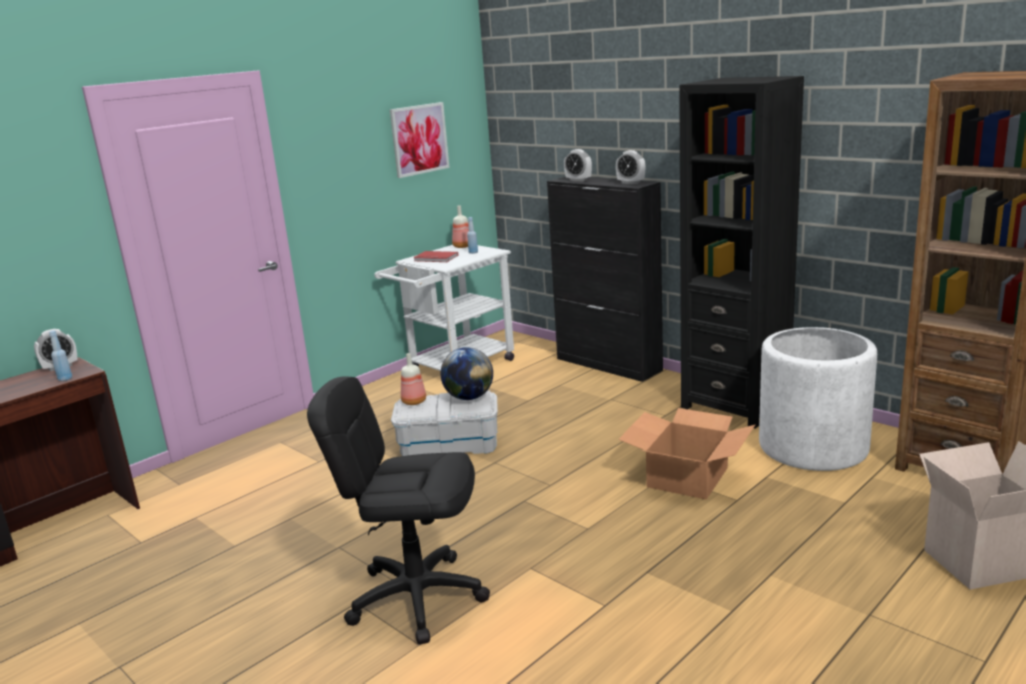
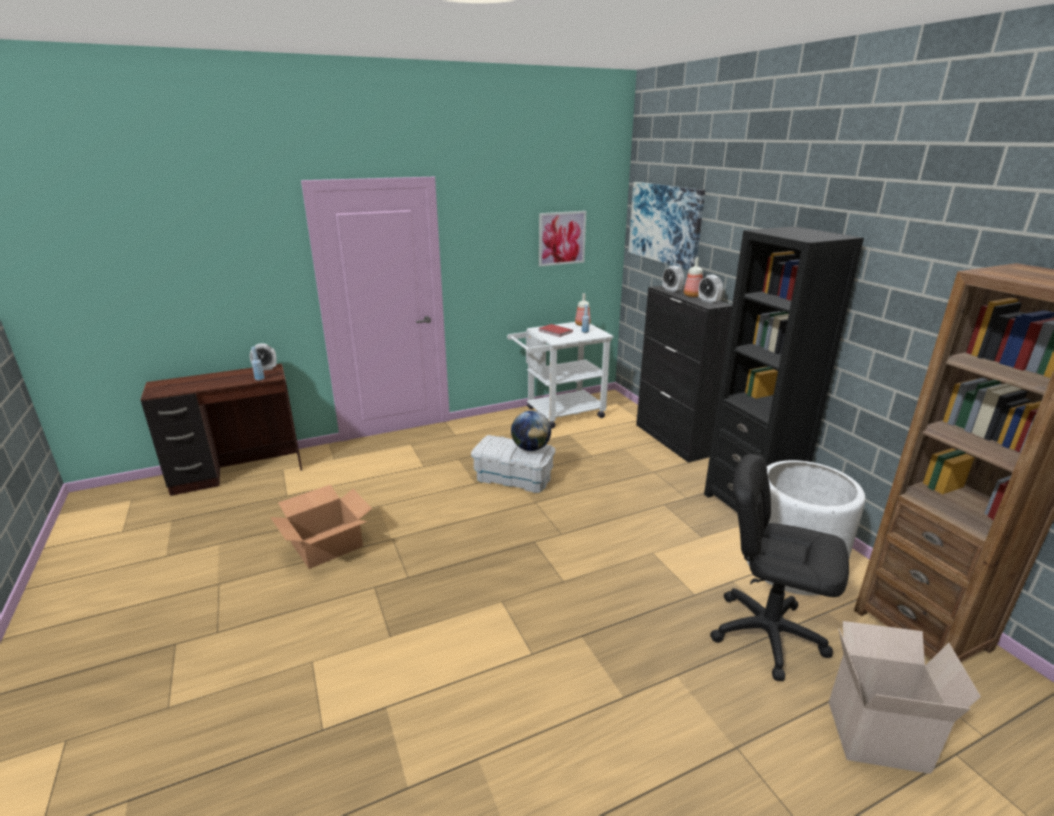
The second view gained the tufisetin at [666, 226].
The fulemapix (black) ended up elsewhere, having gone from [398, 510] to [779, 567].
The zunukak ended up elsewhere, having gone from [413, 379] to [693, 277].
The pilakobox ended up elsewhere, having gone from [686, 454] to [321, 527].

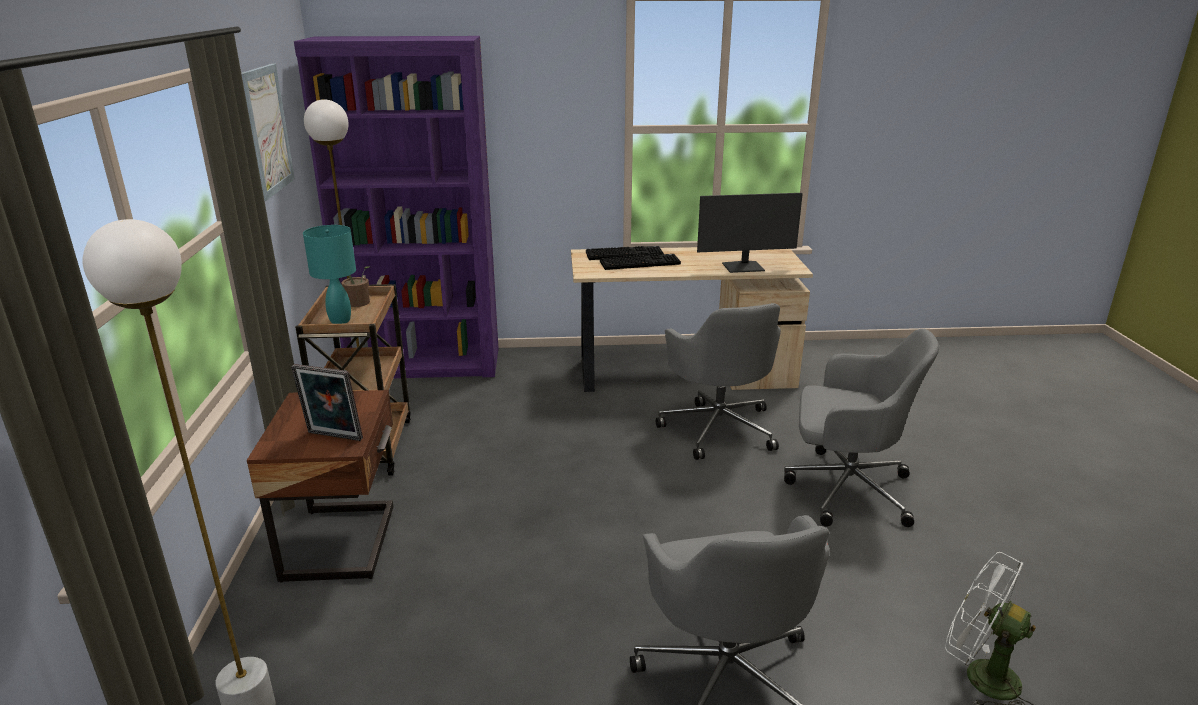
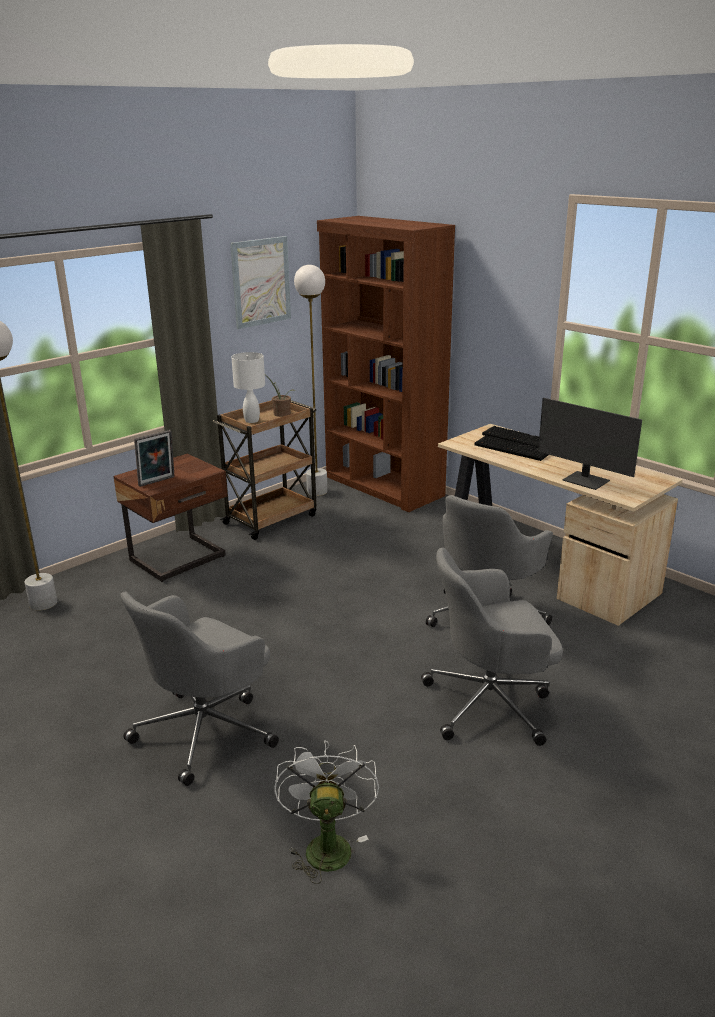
What was the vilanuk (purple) at [396, 207] turned into the vilanuk (brown) at [386, 364].
What was the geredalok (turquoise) at [329, 274] turned into the geredalok (white) at [248, 387].
The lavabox at [327, 402] ended up facing another way, 105 degrees counterclockwise from before.
The fulemapix (grey) at [861, 428] ended up facing another way, 105 degrees clockwise from before.

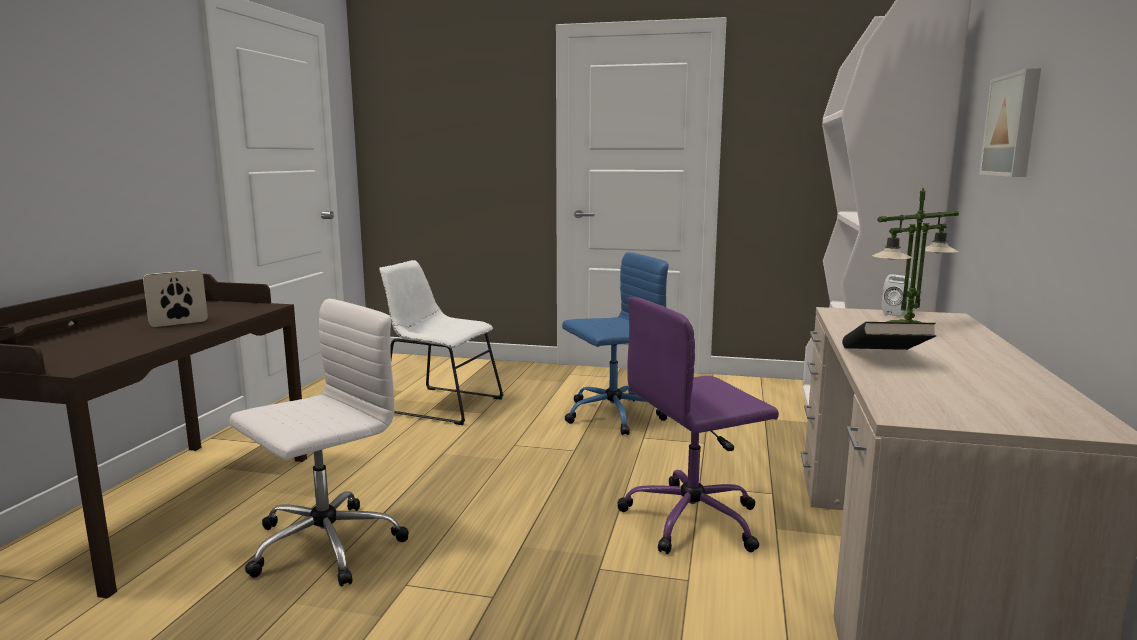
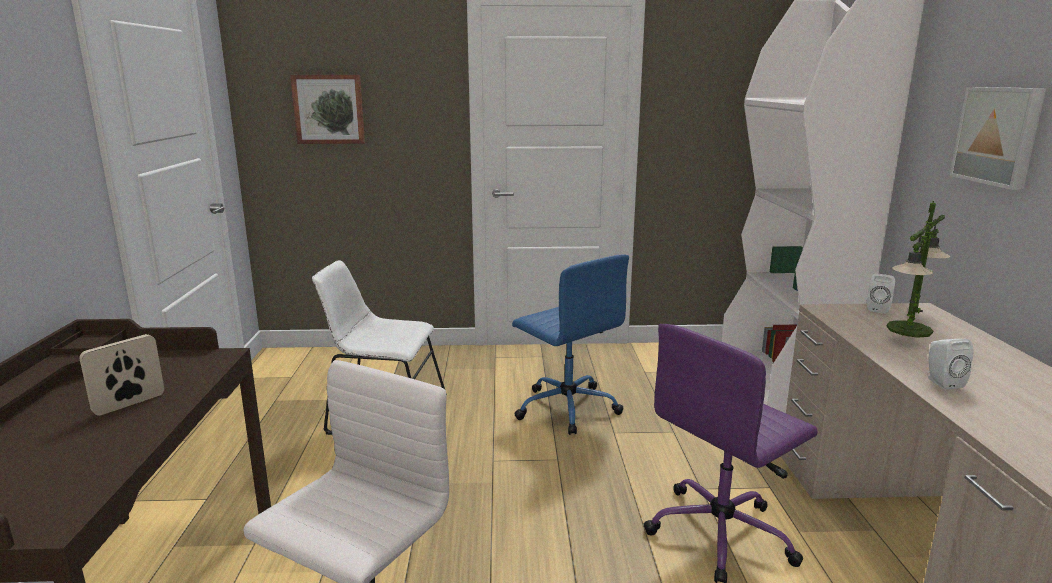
The second view gained the tufisetin at [327, 109].
Where the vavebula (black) stood at [889, 336], the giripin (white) came to stand at [950, 364].
The fulemapix (blue) at [615, 343] ended up facing another way, 90 degrees clockwise from before.

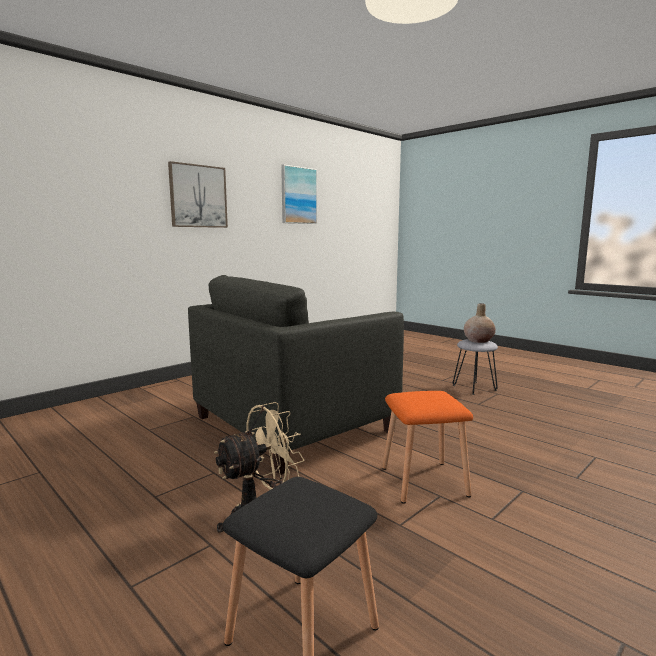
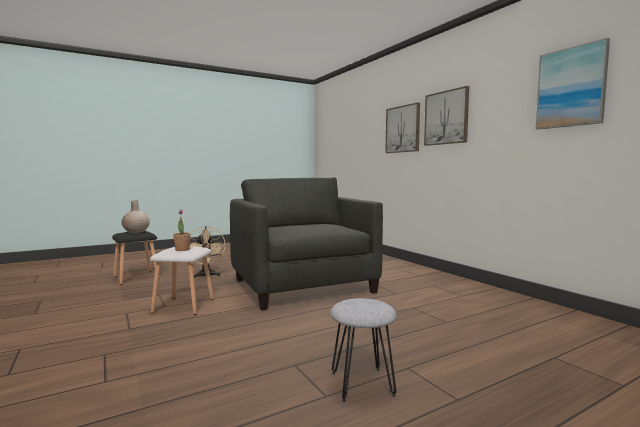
The second view gained the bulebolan at [182, 230].
The second view gained the tufisetin at [402, 127].
The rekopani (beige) ended up elsewhere, having gone from [480, 323] to [136, 217].
What was the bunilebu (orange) at [427, 447] turned into the bunilebu (white) at [182, 281].

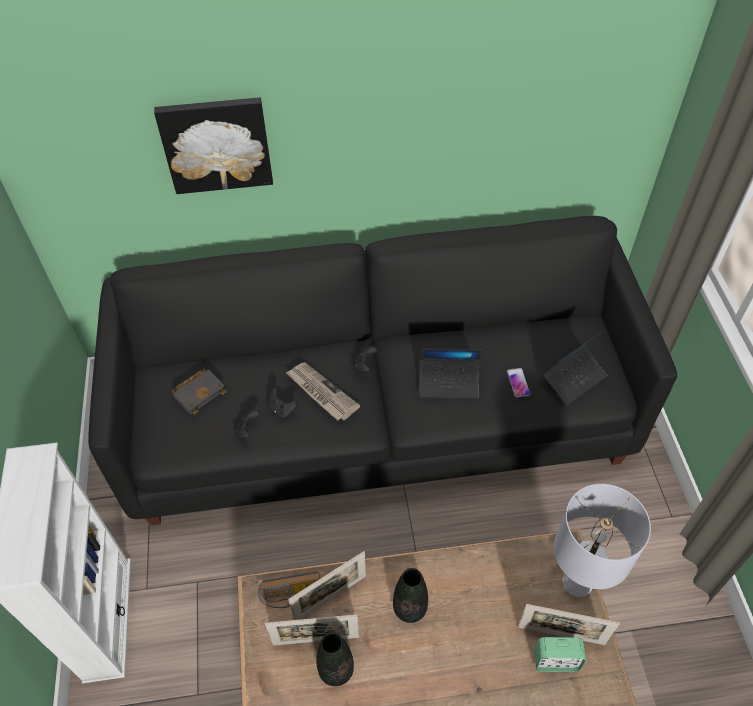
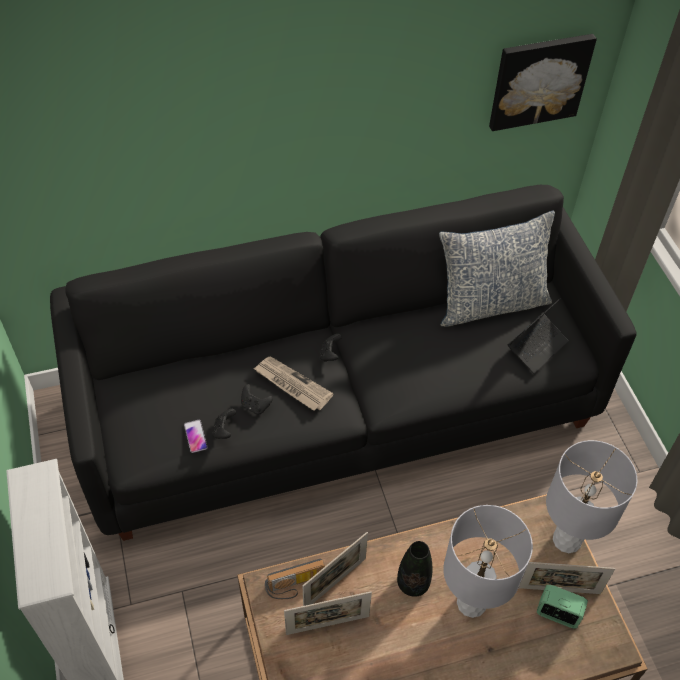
The second view lost the vavebula (black) at [199, 392].
The second view lost the rekopani (black) at [335, 659].
The second view lost the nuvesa at [450, 373].
The second view gained the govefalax at [497, 268].
The second view gained the geredalok (grey) at [488, 561].
The tufisetin ended up elsewhere, having gone from [213, 145] to [543, 82].
The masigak ended up elsewhere, having gone from [519, 382] to [196, 436].
The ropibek at [560, 654] ended up facing another way, 150 degrees counterclockwise from before.

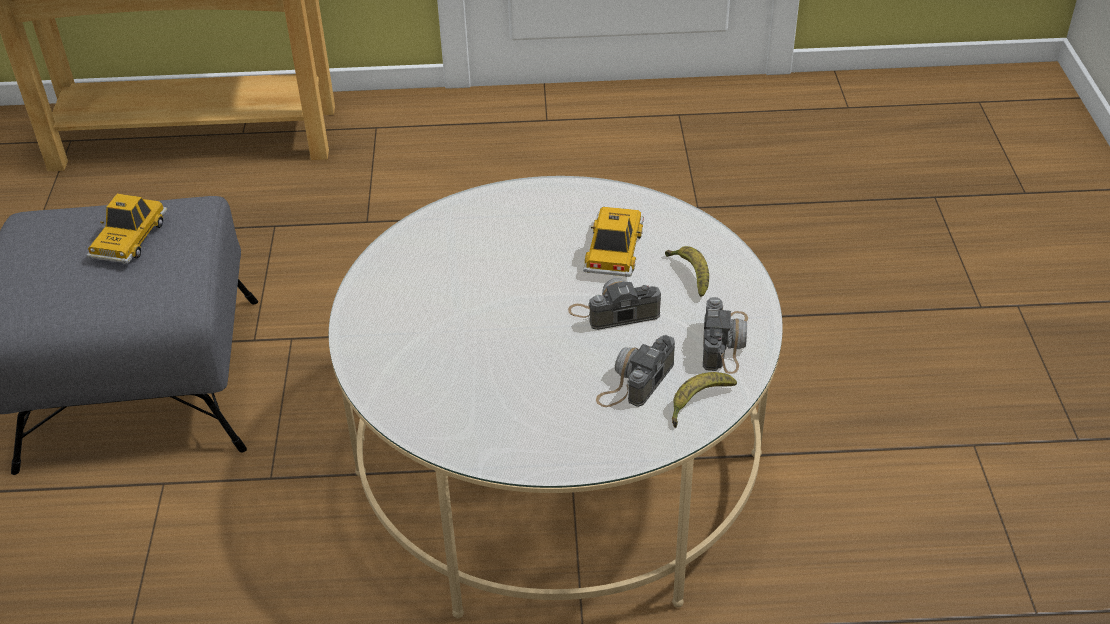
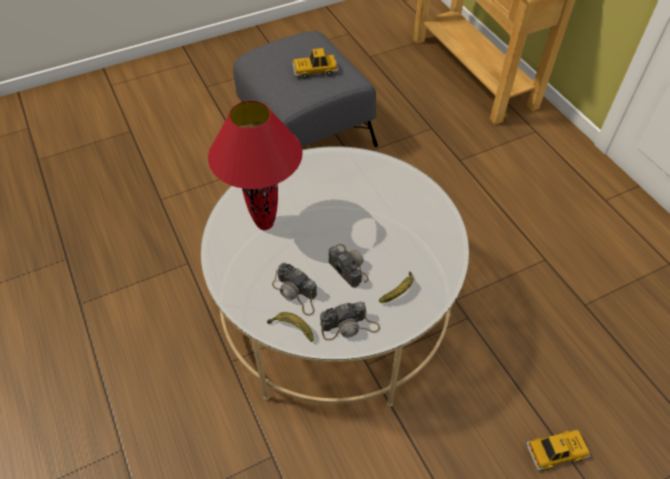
The second view gained the geredalok (red) at [255, 165].
The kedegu ended up elsewhere, having gone from [613, 242] to [558, 450].
The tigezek at [635, 371] ended up facing another way, 150 degrees counterclockwise from before.

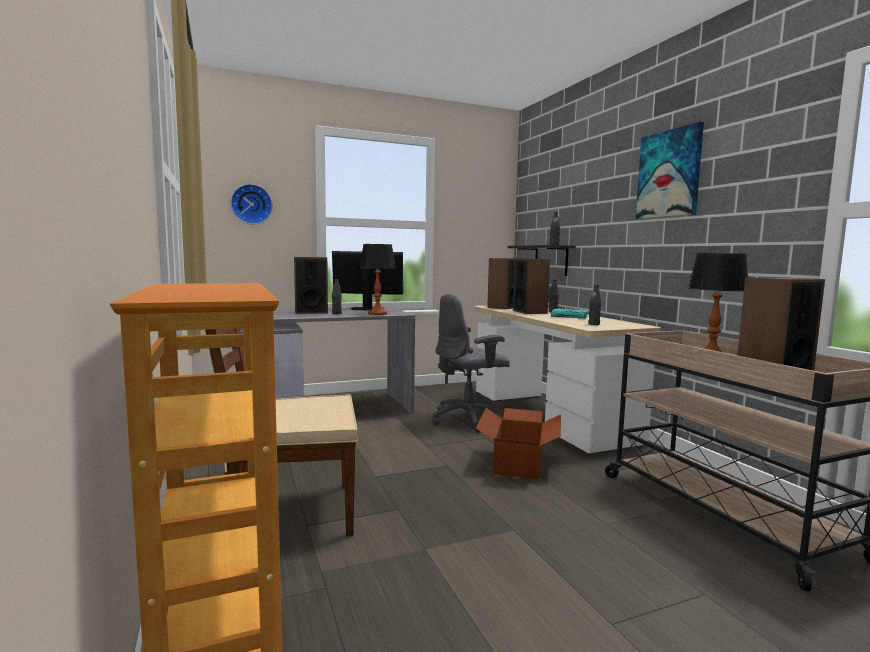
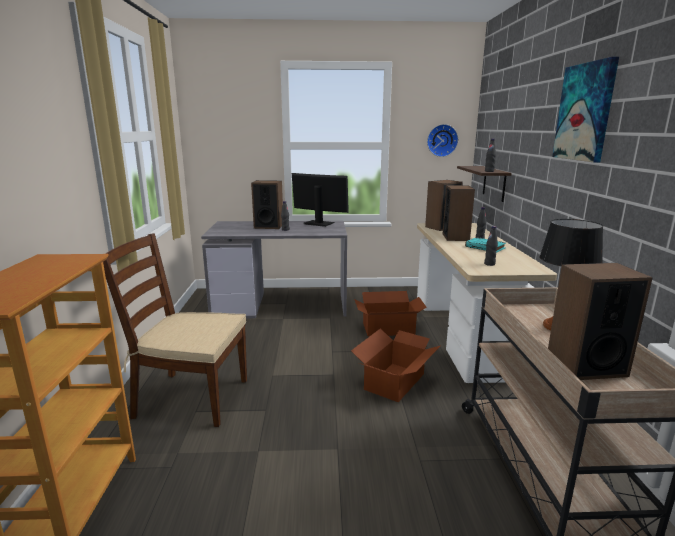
The second view lost the geredalok at [377, 279].
The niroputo ended up elsewhere, having gone from [252, 204] to [442, 140].
Where the fulemapix (grey) stood at [471, 363], the pilakobox came to stand at [390, 314].

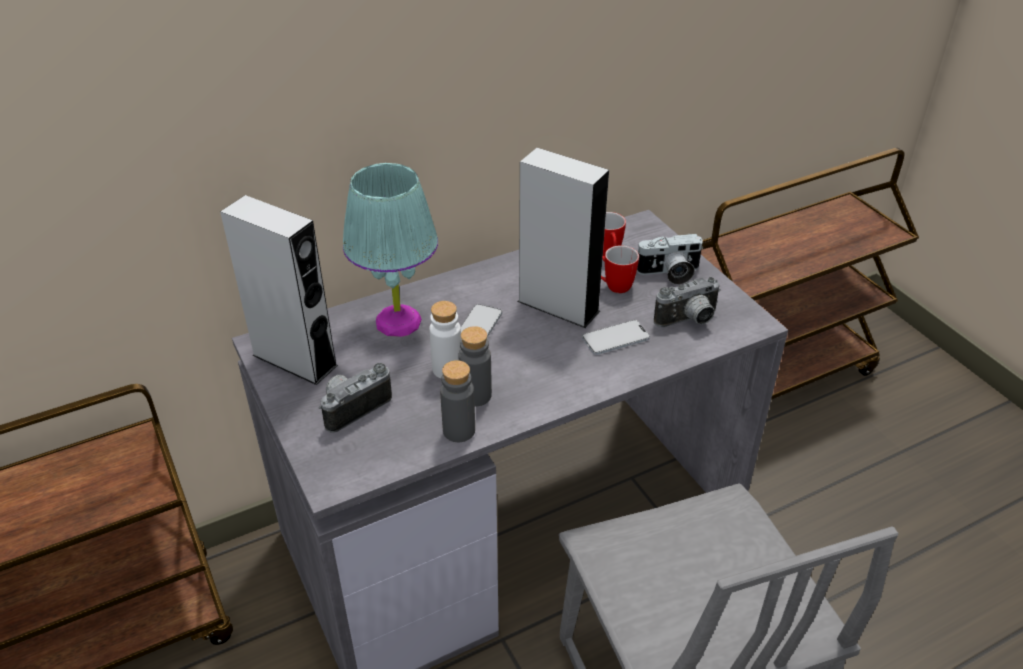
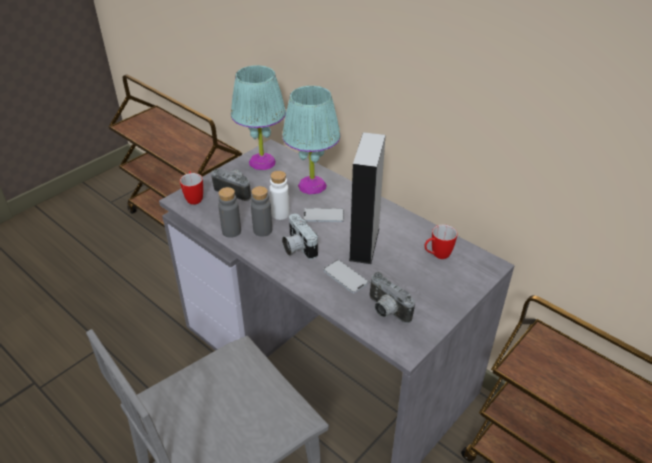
The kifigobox ended up elsewhere, having gone from [620, 269] to [191, 188].
The tigezek ended up elsewhere, having gone from [670, 259] to [300, 237].
Where the giripin (grey) stood at [279, 290], the geredalok (turquoise) came to stand at [258, 117].

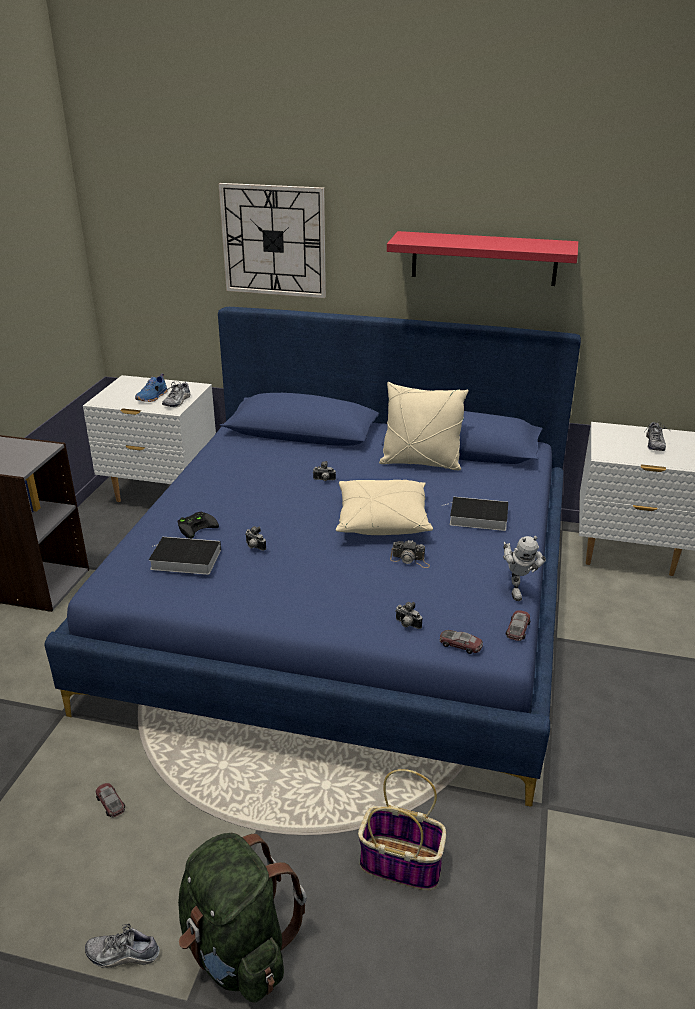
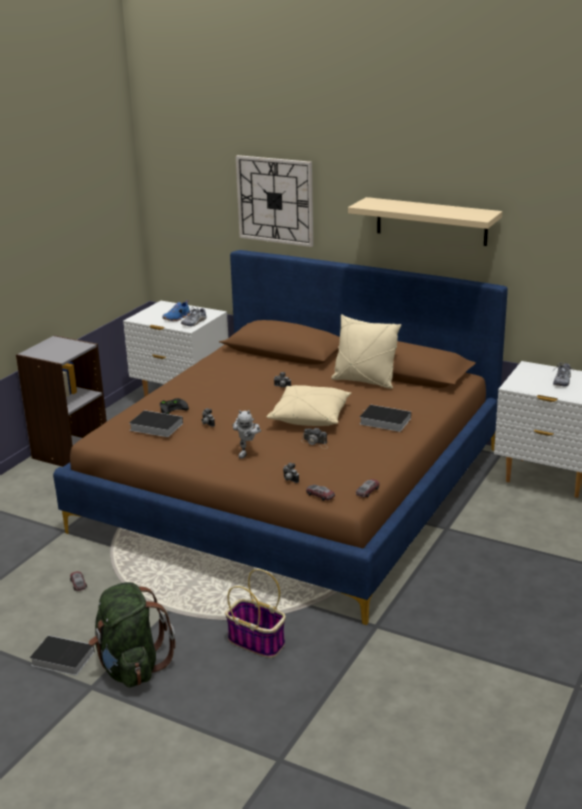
The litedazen ended up elsewhere, having gone from [524, 568] to [247, 434].
Where the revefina stood at [122, 946], the vavebula came to stand at [62, 655].
What was the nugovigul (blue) at [313, 557] turned into the nugovigul (brown) at [280, 437].
What was the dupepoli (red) at [482, 258] turned into the dupepoli (beige) at [425, 221].

